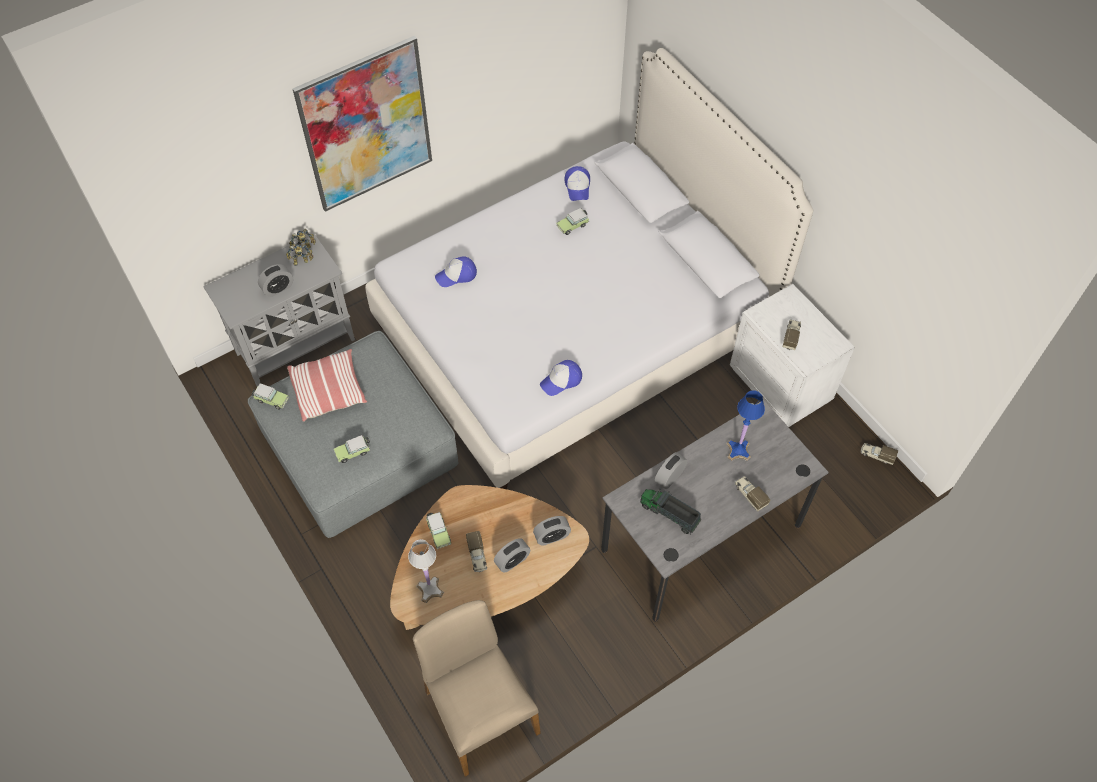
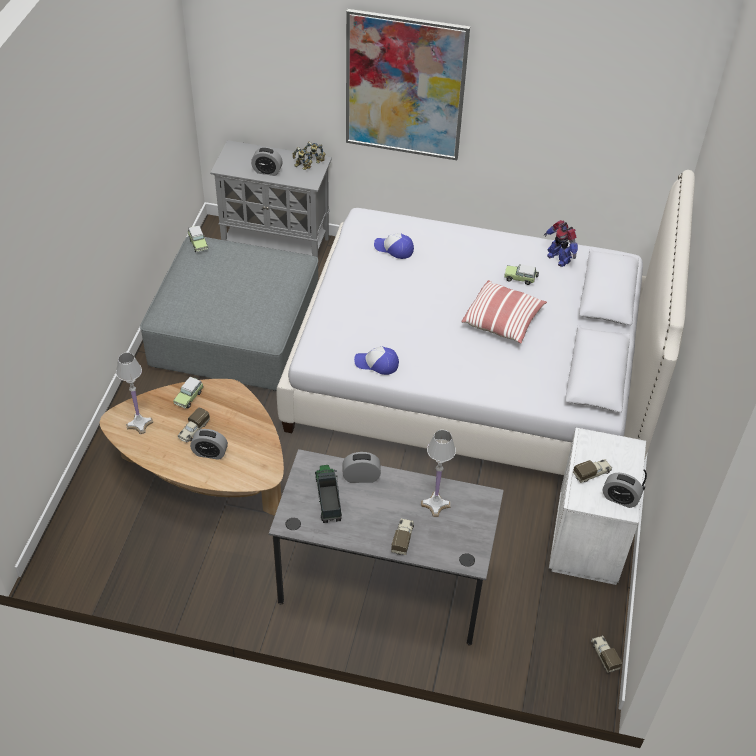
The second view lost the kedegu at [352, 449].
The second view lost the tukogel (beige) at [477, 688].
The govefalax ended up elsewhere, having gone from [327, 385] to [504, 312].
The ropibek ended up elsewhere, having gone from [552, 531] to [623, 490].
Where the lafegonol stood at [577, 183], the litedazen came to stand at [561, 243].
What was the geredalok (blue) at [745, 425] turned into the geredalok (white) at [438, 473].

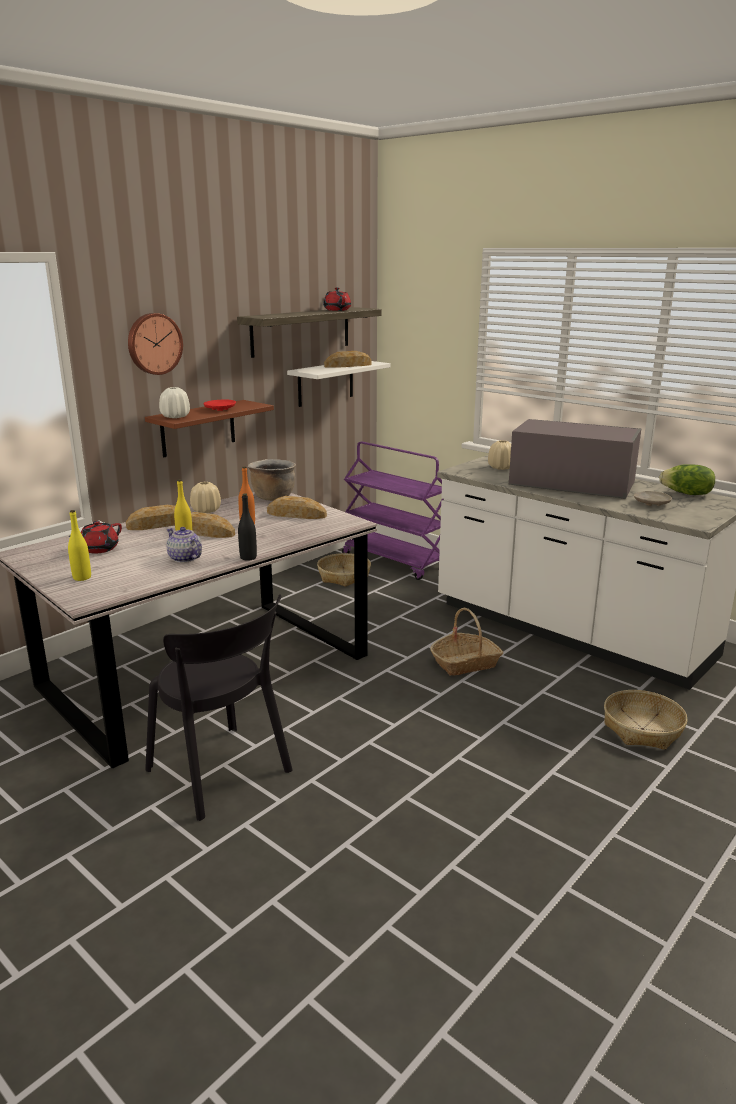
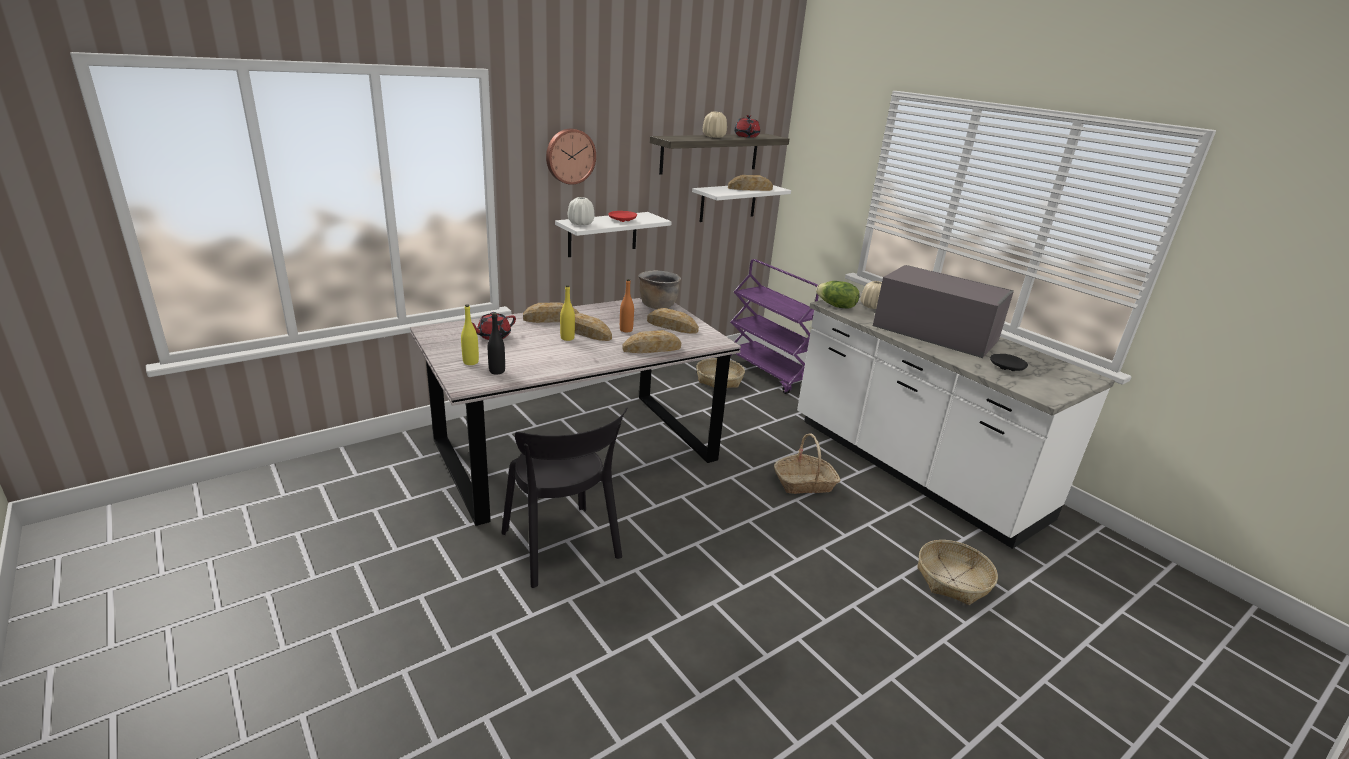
The second view lost the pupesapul at [184, 545].
The second view gained the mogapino at [651, 341].
The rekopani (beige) ended up elsewhere, having gone from [205, 497] to [715, 125].
The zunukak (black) ended up elsewhere, having gone from [247, 527] to [496, 343].
The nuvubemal ended up elsewhere, having gone from [687, 479] to [837, 295].
What was the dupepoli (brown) at [209, 428] turned into the dupepoli (white) at [613, 234].
What was the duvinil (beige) at [653, 498] turned into the duvinil (black) at [1009, 362].

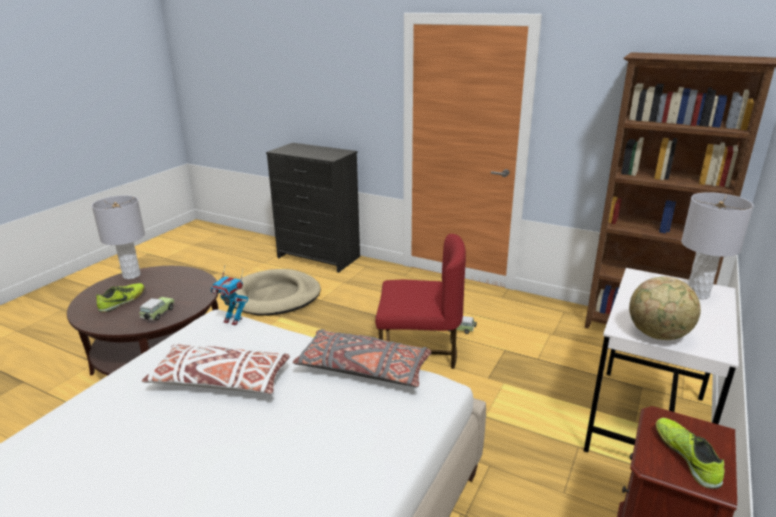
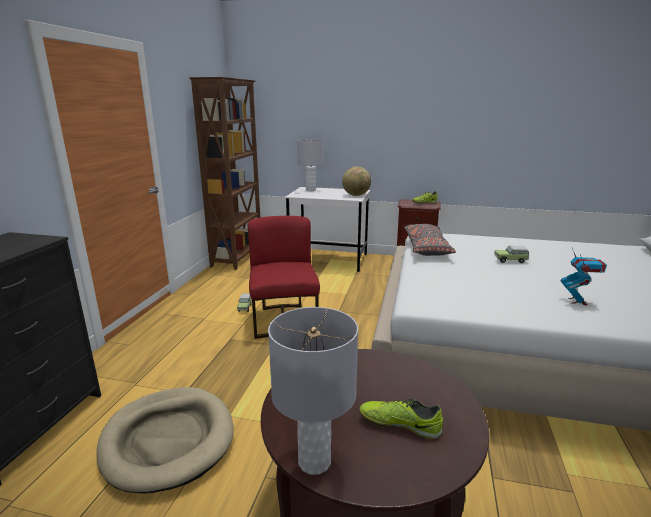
The second view lost the govefalax (white) at [216, 368].
The kedegu ended up elsewhere, having gone from [157, 309] to [511, 254].
The litedazen ended up elsewhere, having gone from [229, 296] to [584, 276].

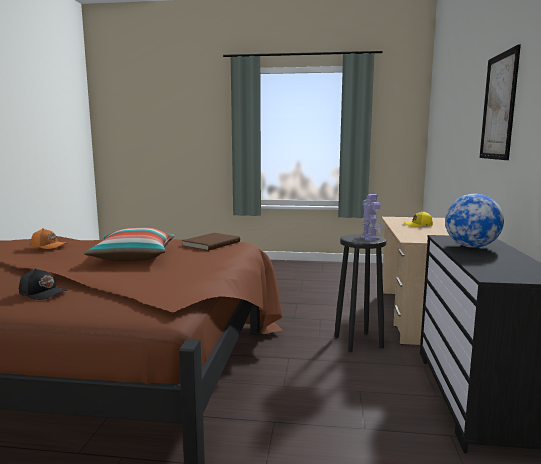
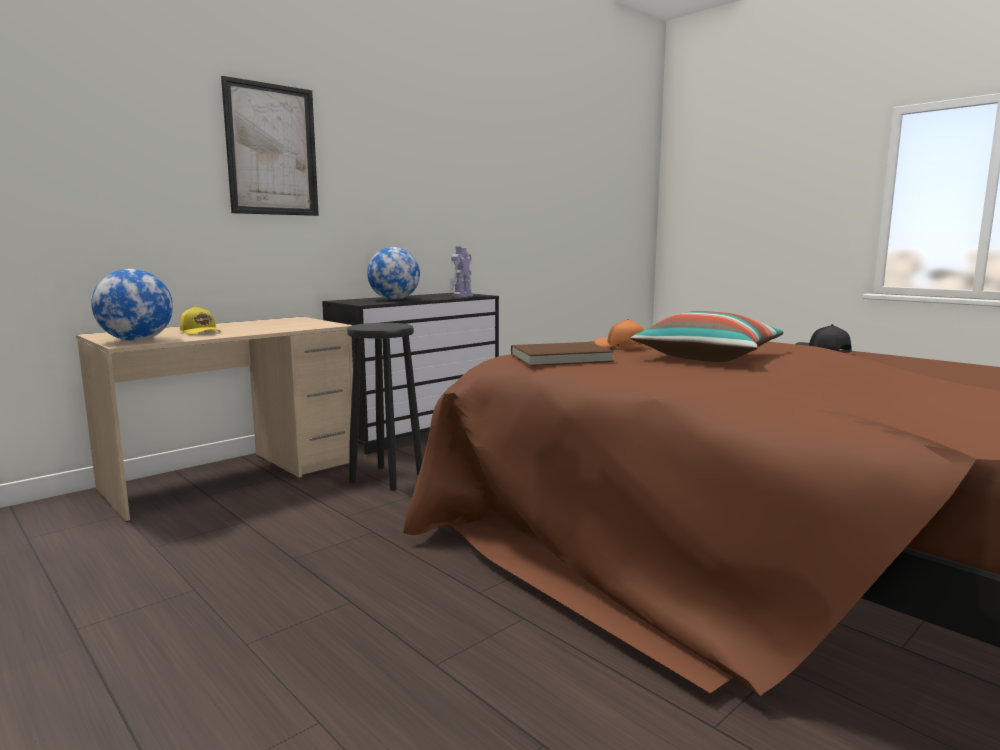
The second view gained the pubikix at [132, 305].
The lafegonol (orange) ended up elsewhere, having gone from [49, 238] to [620, 333].
The litedazen ended up elsewhere, having gone from [371, 217] to [461, 272].

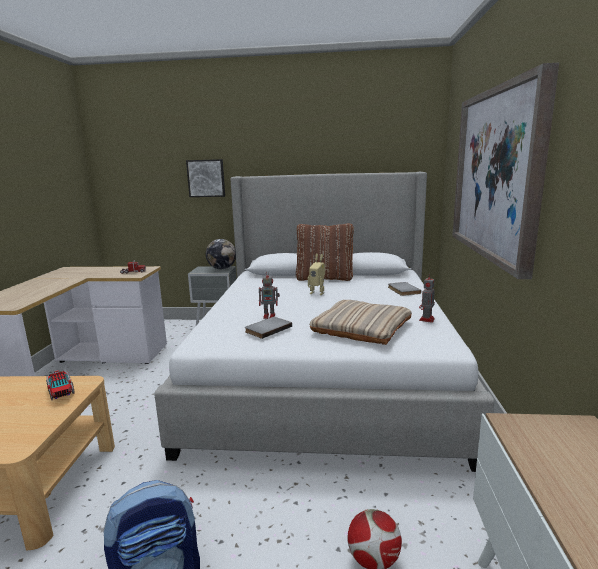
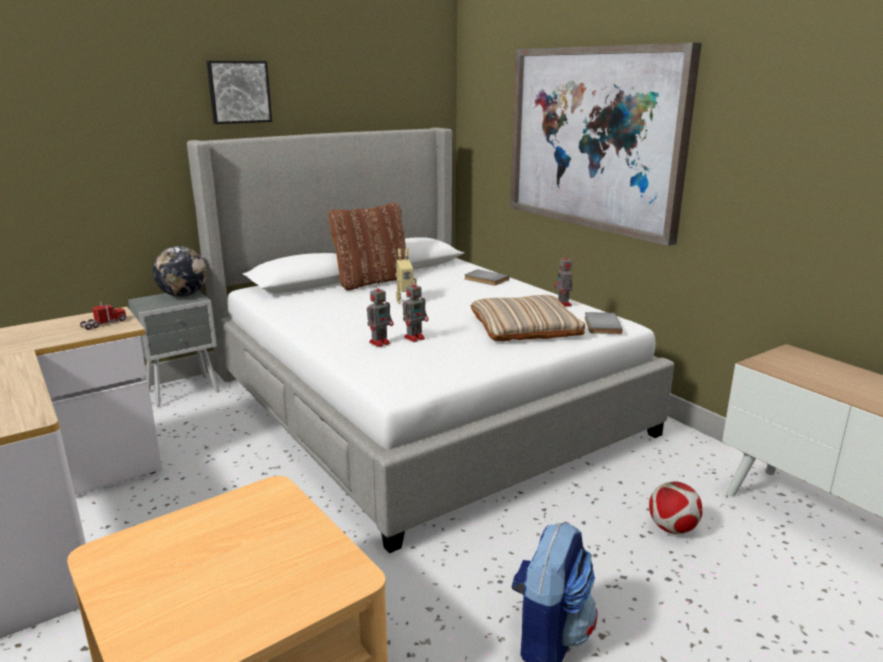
The second view lost the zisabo at [60, 385].
The second view gained the litedazen at [380, 315].
The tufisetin ended up elsewhere, having gone from [205, 178] to [239, 92].
The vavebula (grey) ended up elsewhere, having gone from [268, 328] to [604, 323].

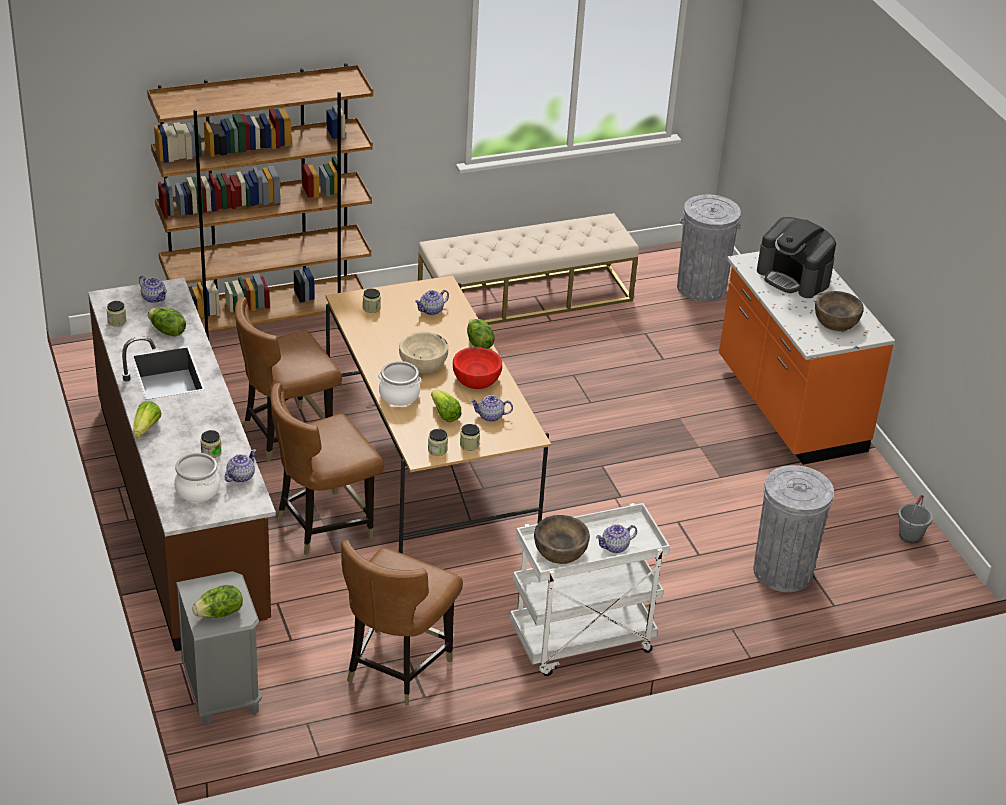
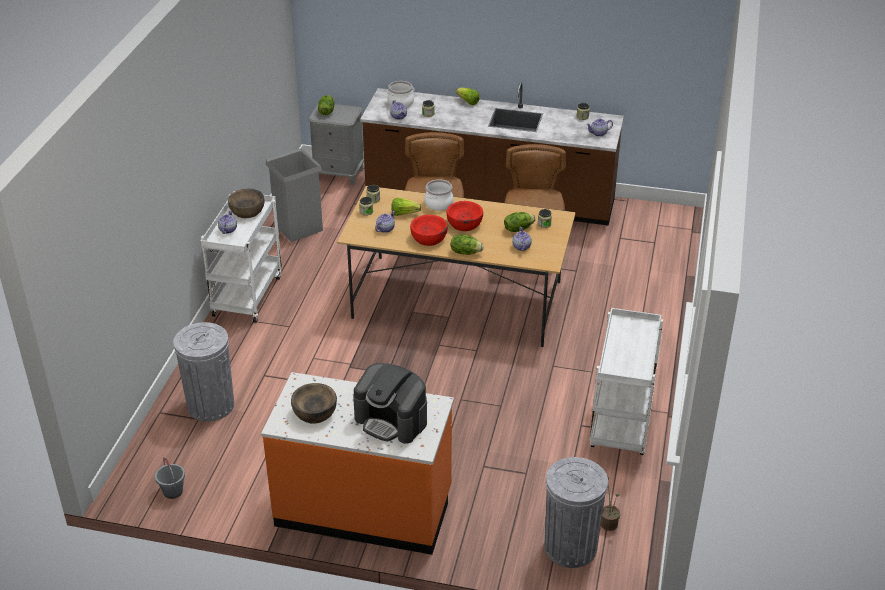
The second view lost the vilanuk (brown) at [260, 201].
The second view gained the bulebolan at [610, 503].
The nuvubemal ended up elsewhere, having gone from [167, 322] to [519, 222].
Where the tukogel (brown) stood at [402, 623], the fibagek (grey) came to stand at [294, 195].
Where the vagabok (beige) stood at [528, 269], the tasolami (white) came to stand at [626, 381].
What was the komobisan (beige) at [423, 352] turned into the komobisan (red) at [464, 216].
The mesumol at [796, 257] ended up facing another way, 135 degrees counterclockwise from before.

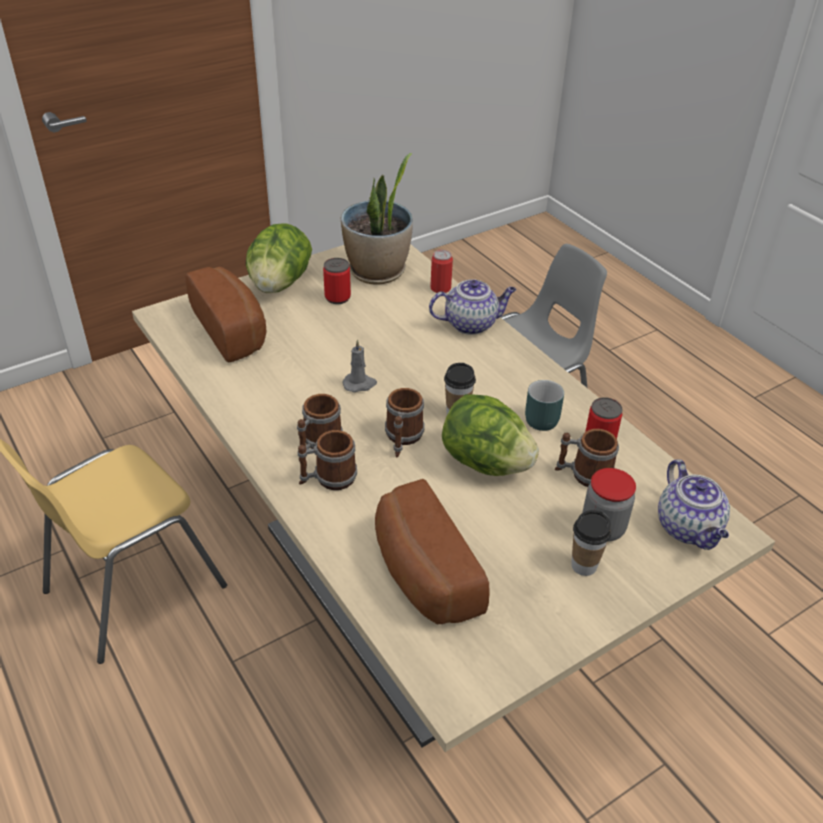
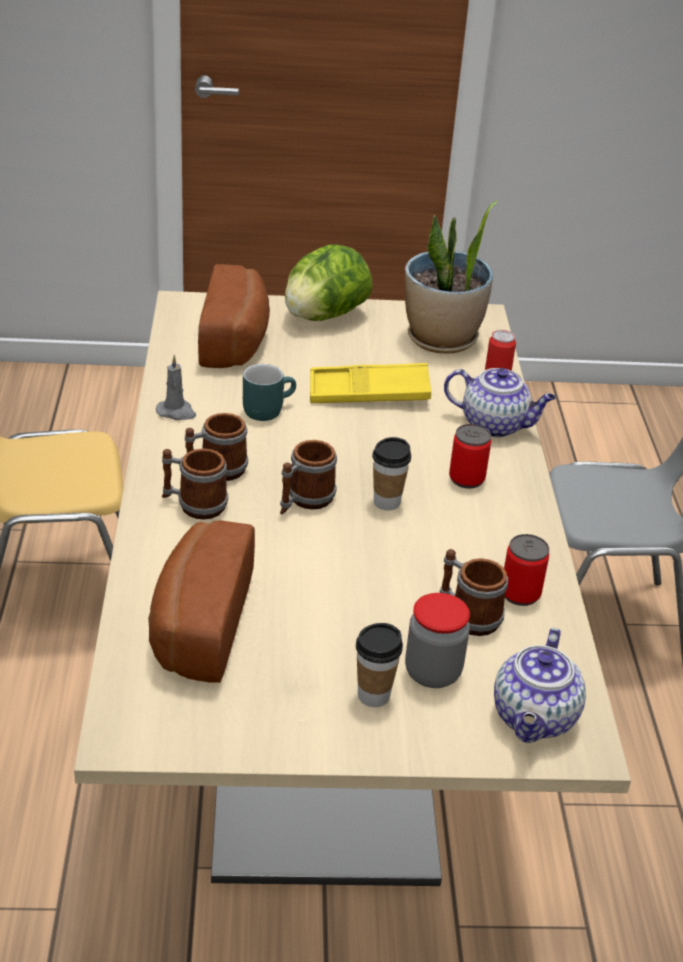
The second view lost the nuvubemal at [490, 435].
The second view gained the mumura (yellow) at [370, 383].
The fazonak ended up elsewhere, having gone from [337, 281] to [470, 456].
The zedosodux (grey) ended up elsewhere, having gone from [359, 365] to [176, 387].
The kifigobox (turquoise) ended up elsewhere, having gone from [544, 405] to [269, 392].

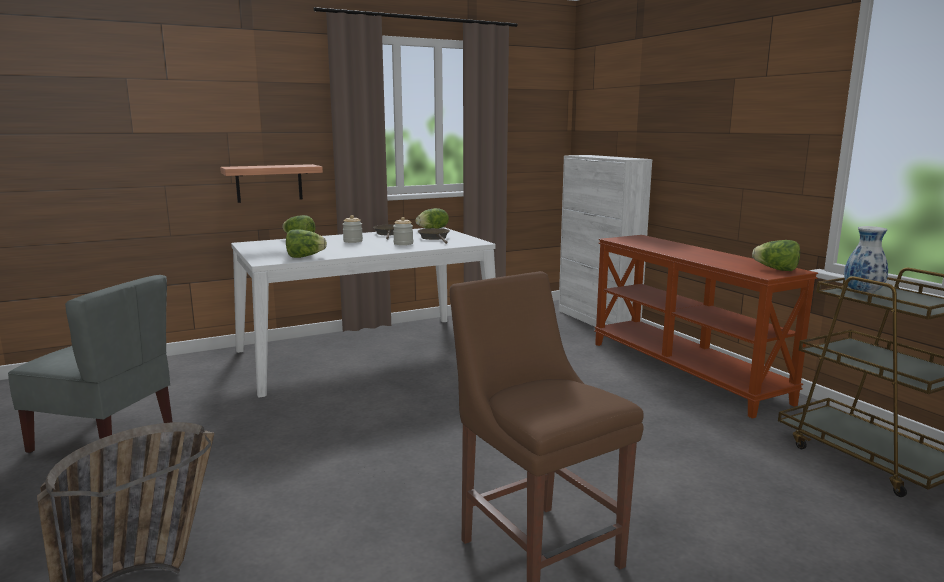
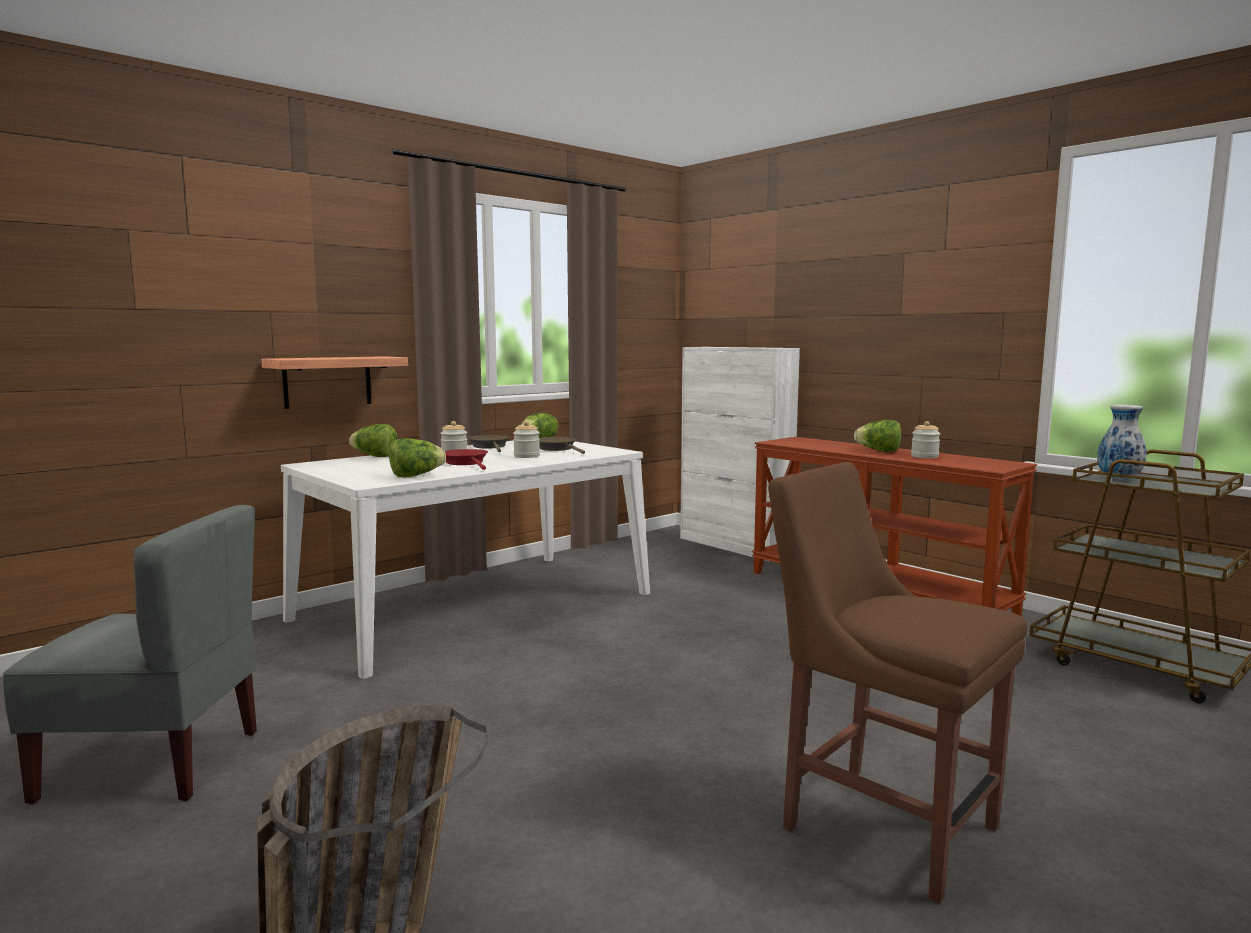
The second view gained the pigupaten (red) at [466, 459].
The second view gained the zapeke at [925, 439].
The nuvubemal ended up elsewhere, having gone from [776, 255] to [877, 436].

